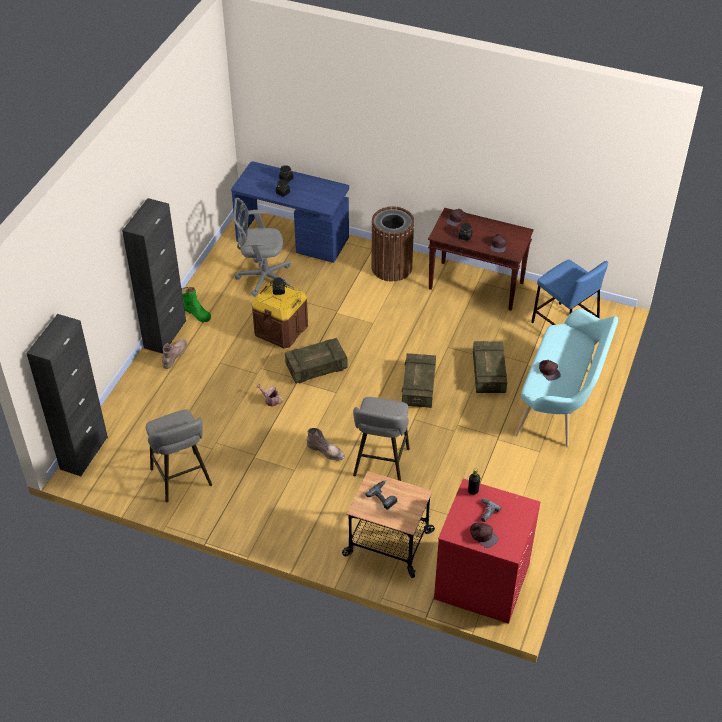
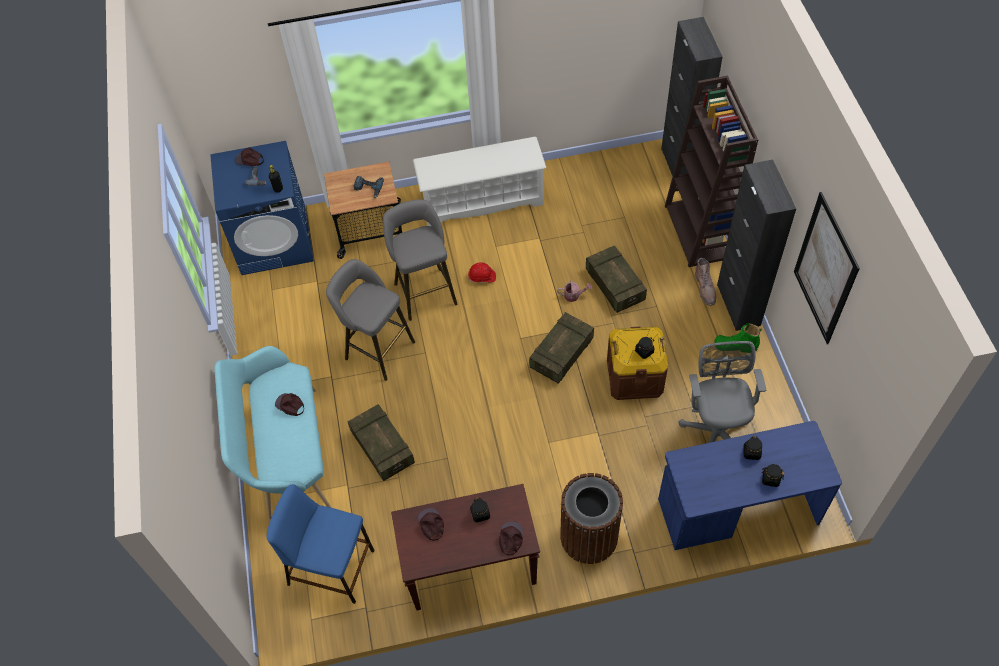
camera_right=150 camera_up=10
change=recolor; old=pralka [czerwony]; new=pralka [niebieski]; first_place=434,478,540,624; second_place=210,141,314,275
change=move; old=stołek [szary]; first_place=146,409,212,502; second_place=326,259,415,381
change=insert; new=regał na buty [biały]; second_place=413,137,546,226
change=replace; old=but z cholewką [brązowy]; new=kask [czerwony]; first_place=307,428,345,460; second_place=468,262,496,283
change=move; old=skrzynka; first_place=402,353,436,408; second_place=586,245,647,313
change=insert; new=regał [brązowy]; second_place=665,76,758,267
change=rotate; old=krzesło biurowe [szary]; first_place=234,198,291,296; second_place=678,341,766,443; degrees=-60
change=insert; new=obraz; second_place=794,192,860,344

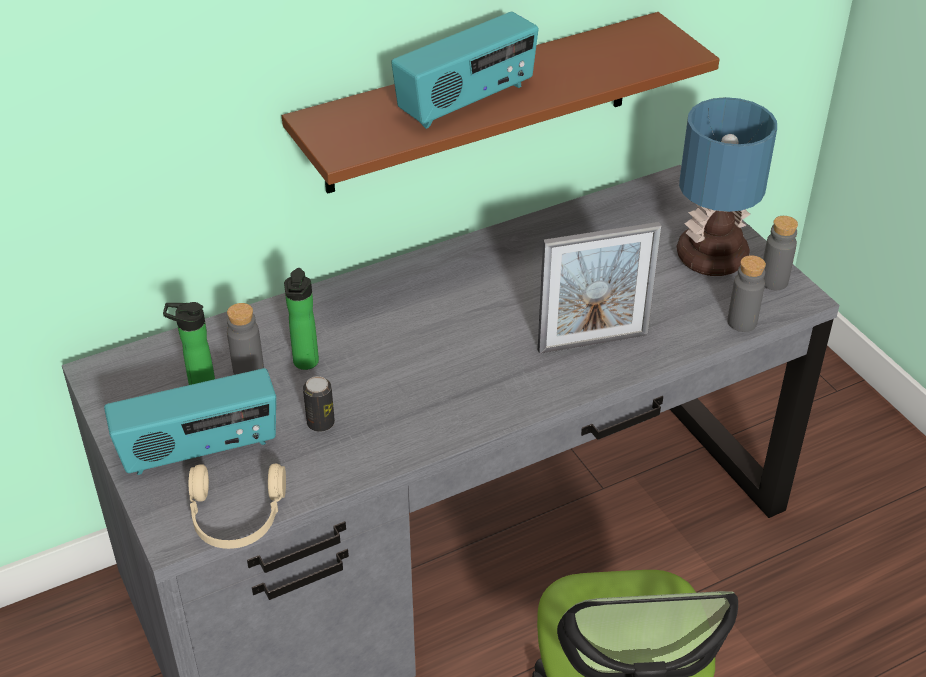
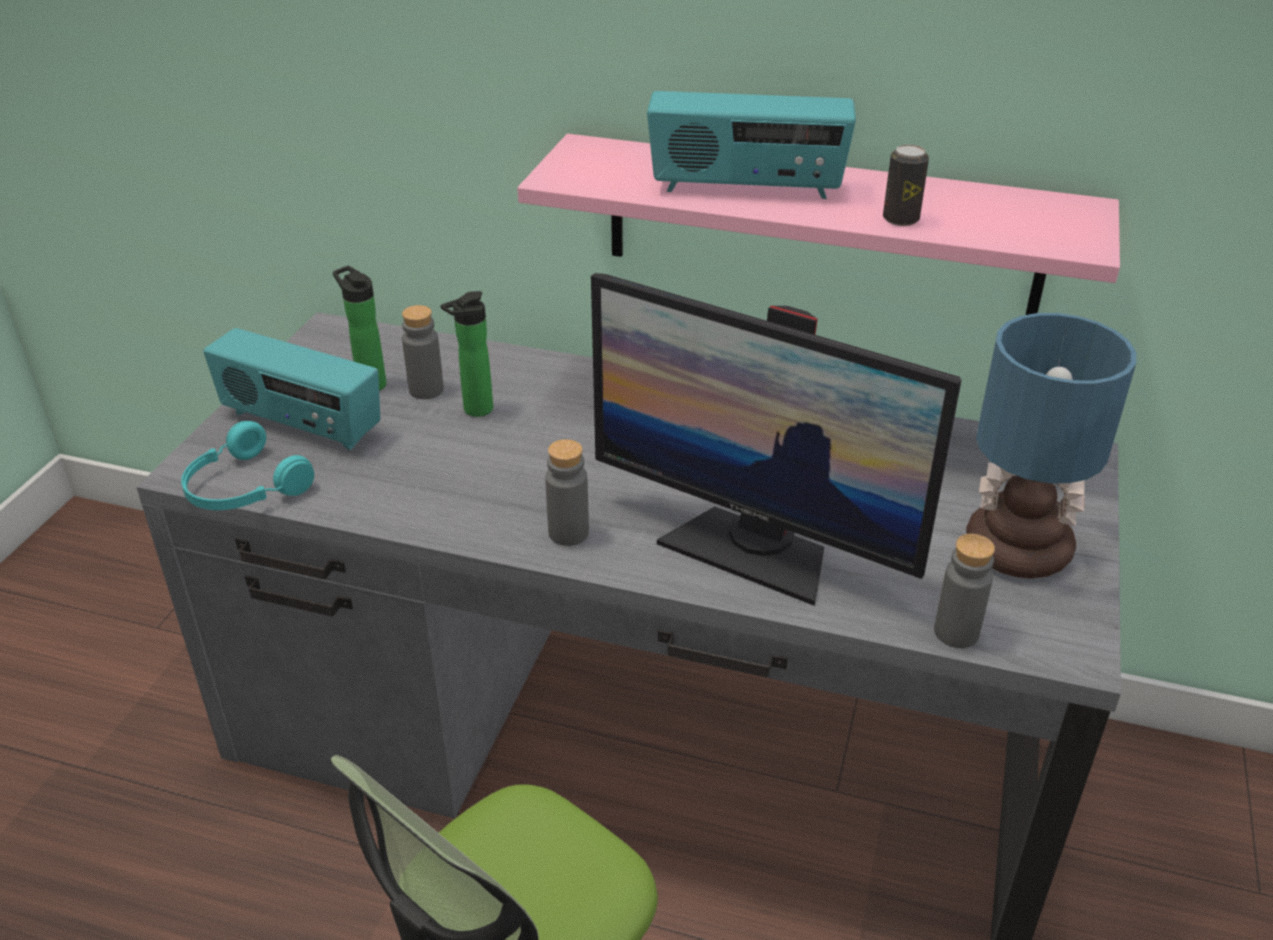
camera_right=45 camera_up=-5
change=recolor; old=słuchawki [beżowy]; new=słuchawki [turkusowy]; first_place=189,464,286,549; second_place=181,421,314,510
change=recolor; old=półka [brązowy]; new=półka [różowy]; first_place=282,12,720,194; second_place=517,134,1120,315
change=move; old=butelka [szary]; first_place=763,216,798,290; second_place=545,439,589,546
change=replace; old=ramka na zdjęcie; new=monitor; first_place=538,222,661,354; second_place=591,273,961,606
change=move; old=puszka; first_place=303,376,335,432; second_place=883,145,929,226

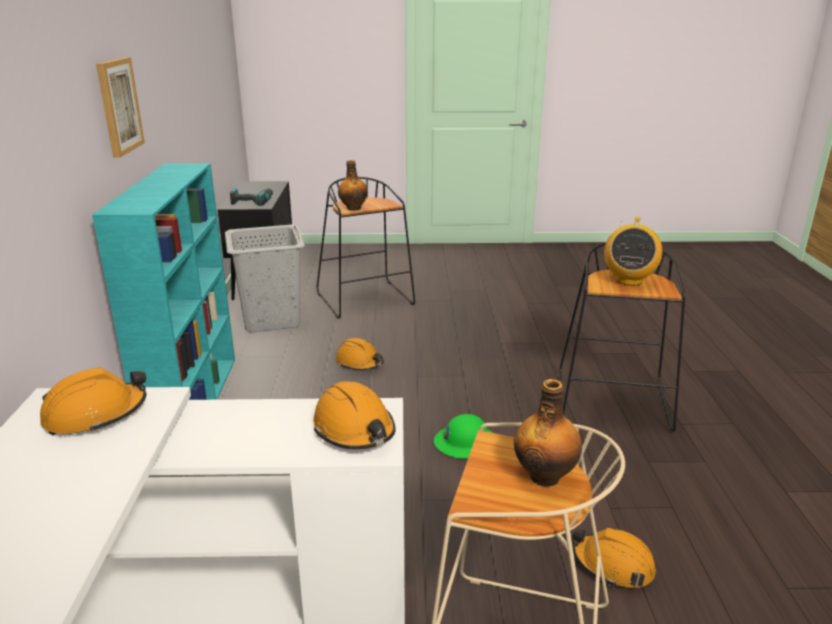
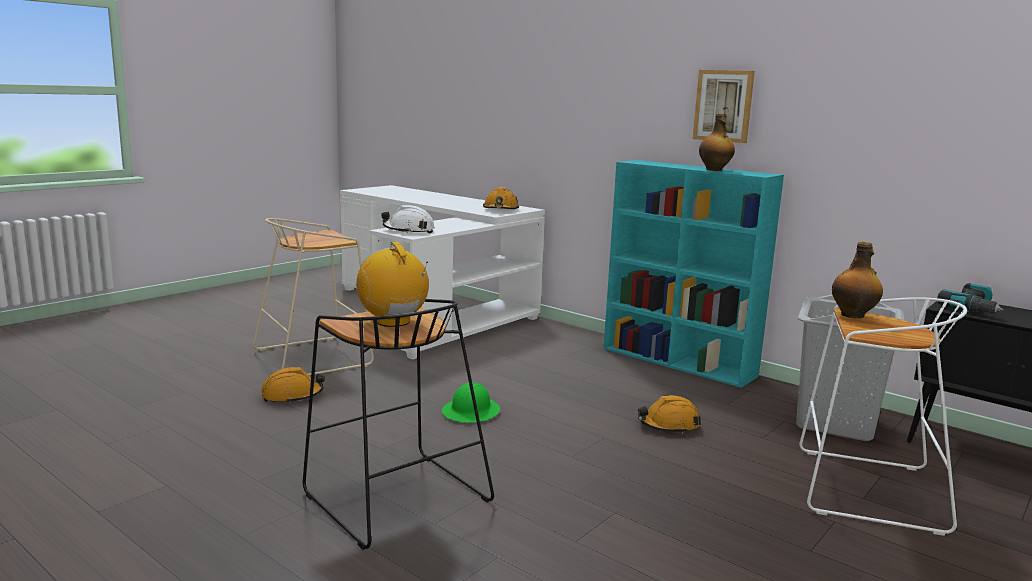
camera_right=130 camera_up=-10
change=recolor; old=kask [pomarańczowy]; new=kask [biały]; first_place=313,381,396,449; second_place=381,205,435,234
change=move; old=butelka; first_place=514,379,582,486; second_place=699,114,735,171
change=recolor; old=stołek [czarny]; new=stołek [biały]; first_place=317,177,415,319; second_place=799,297,967,536

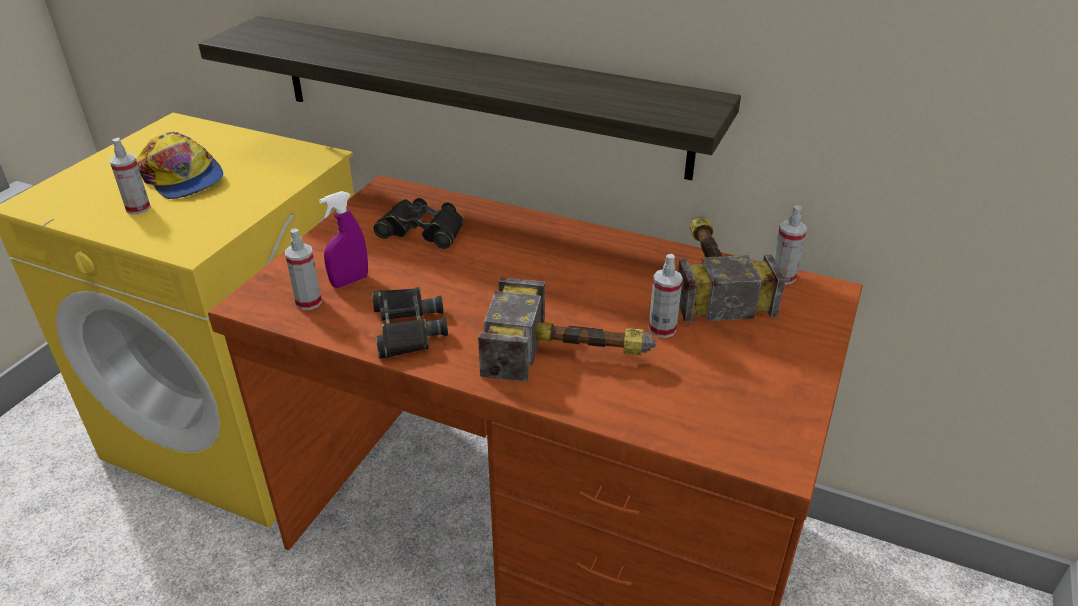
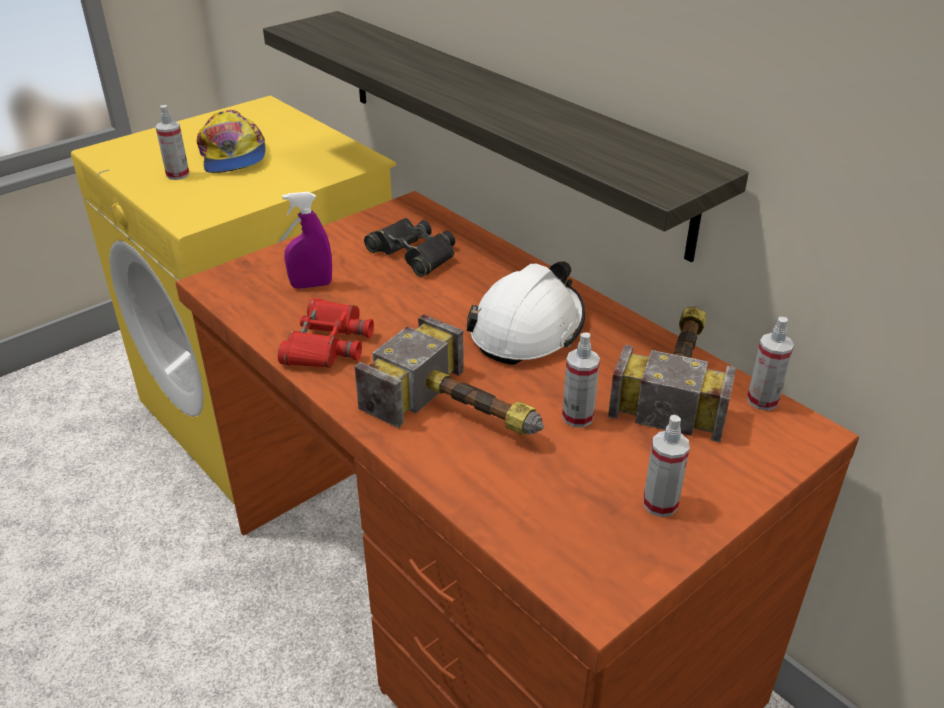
camera_right=25 camera_up=0
change=recolor; old=lornetka [czarny]; new=lornetka [czerwony]; first_place=372,287,448,359; second_place=278,298,374,368
change=insert; new=kask [biały]; second_place=467,261,585,365
change=move; old=spryskiwacz; first_place=285,229,322,310; second_place=643,415,690,517

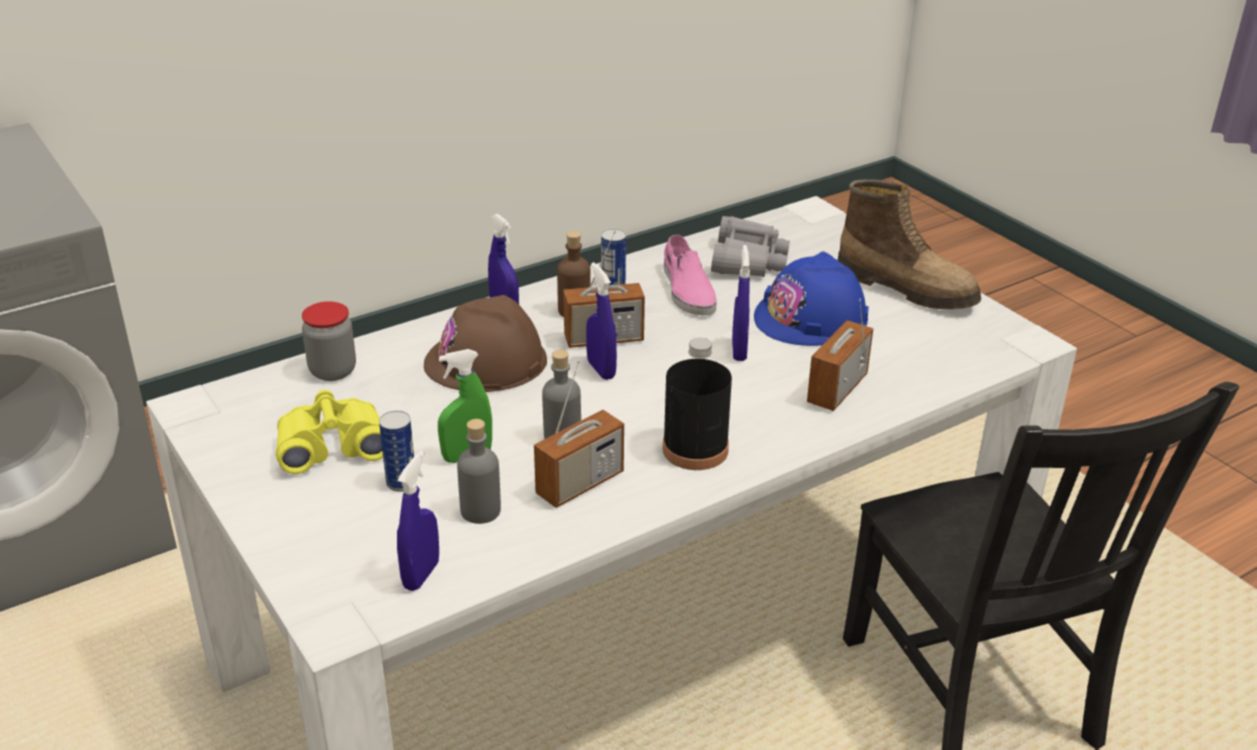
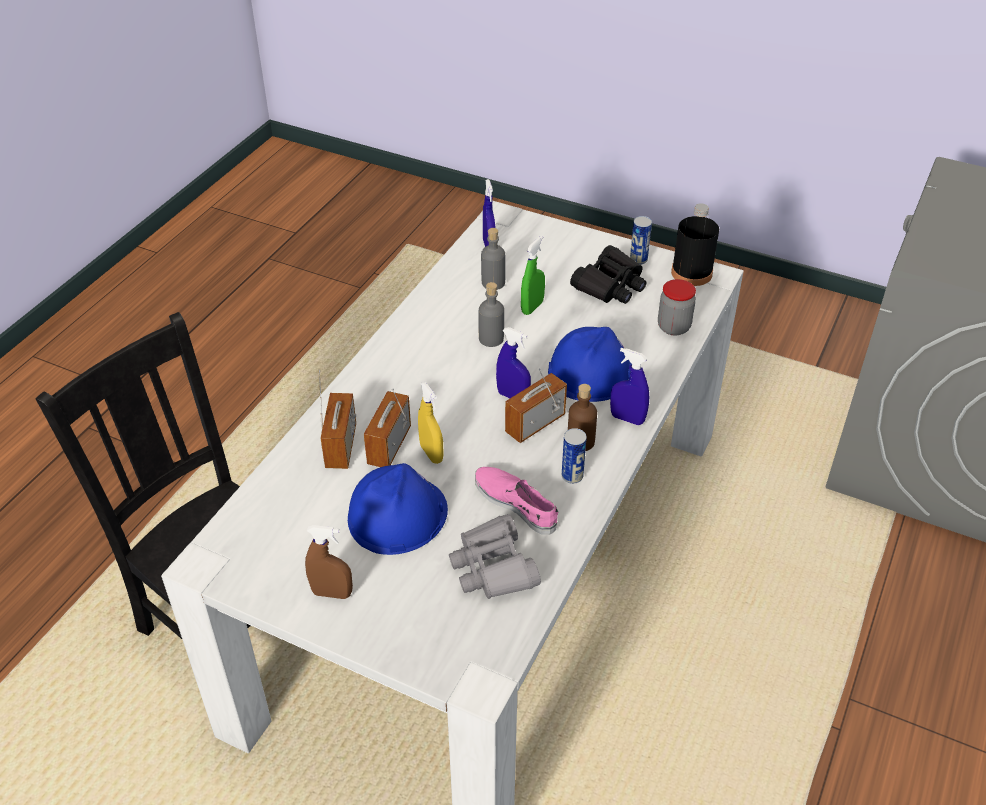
camera_right=150 camera_up=10
change=replace; old=but z cholewką; new=spryskiwacz [brązowy]; first_place=837,179,981,309; second_place=305,525,353,599
change=move; old=radio; first_place=534,361,624,508; second_place=364,388,411,467
change=recolor; old=spryskiwacz [niebieski]; new=spryskiwacz [żółty]; first_place=732,245,750,361; second_place=418,382,444,464
change=recolor; old=kask [brązowy]; new=kask [niebieski]; first_place=424,295,547,392; second_place=548,327,632,402
change=recolor; old=lornetka [żółty]; new=lornetka [czarny]; first_place=276,390,383,474; second_place=570,245,647,304
change=move; old=puszka; first_place=379,411,414,492; second_place=630,216,652,265
change=move; old=butelka [czarny]; first_place=663,338,732,470; second_place=671,203,719,286

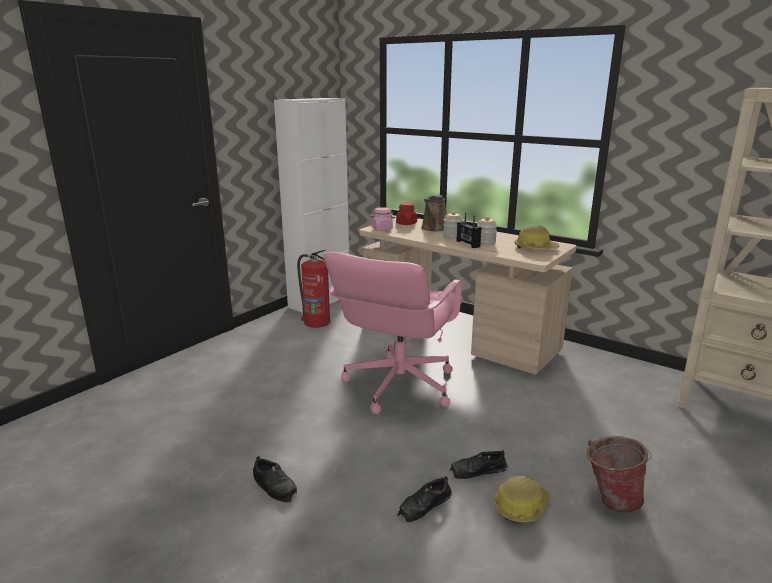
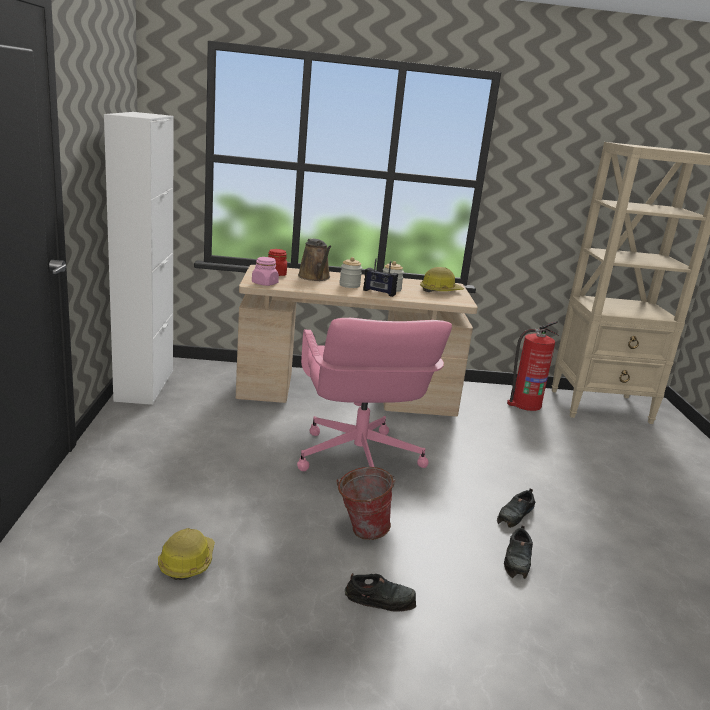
camera_right=-40 camera_up=0
change=move; old=kask; first_place=494,476,551,523; second_place=158,528,215,580
change=move; old=wiadro; first_place=587,436,652,513; second_place=336,467,396,540
change=move; old=gaśnica; first_place=297,250,330,328; second_place=507,321,559,411

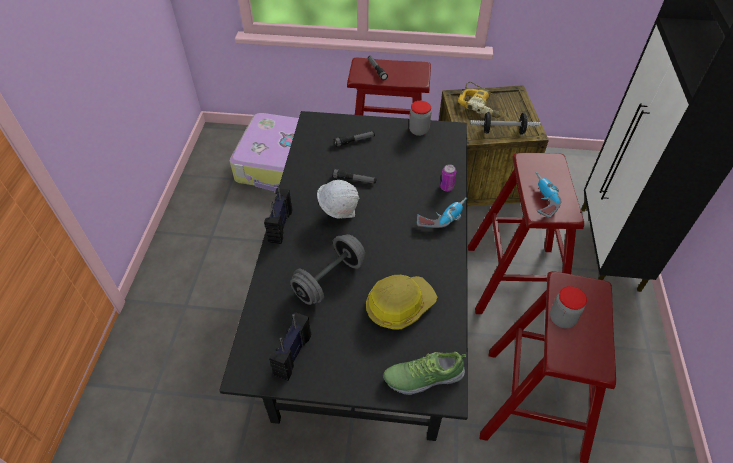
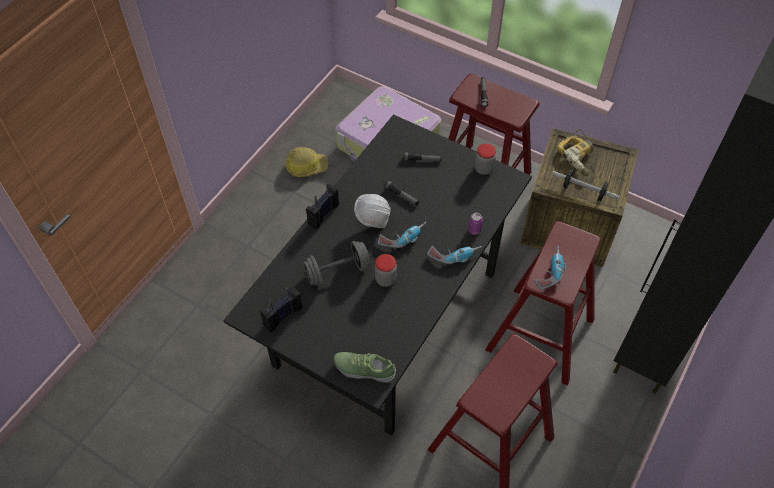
camera_right=25 camera_up=5
change=move; old=kask; first_place=366,275,437,330; second_place=285,147,328,177
change=move; old=słoik; first_place=550,286,587,328; second_place=375,254,397,287
change=insert; new=wiertarka; second_place=378,222,426,248

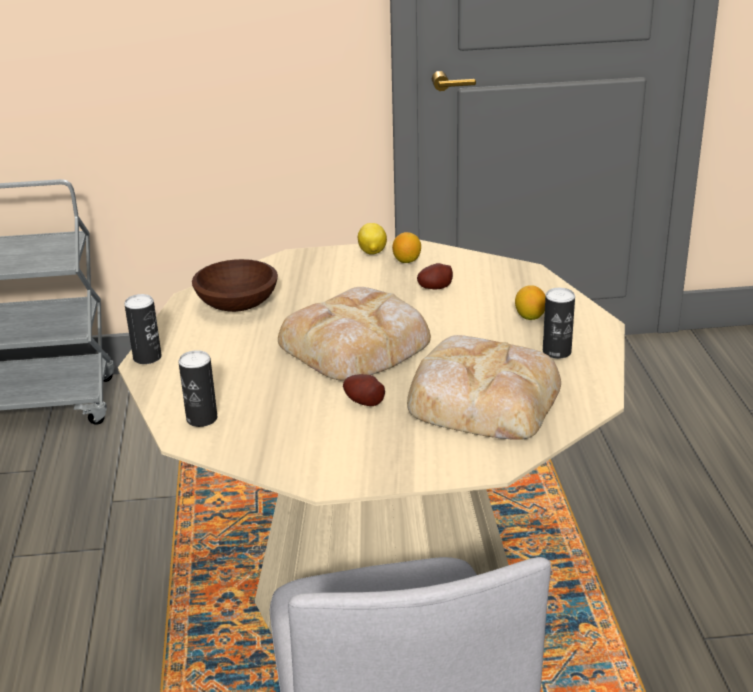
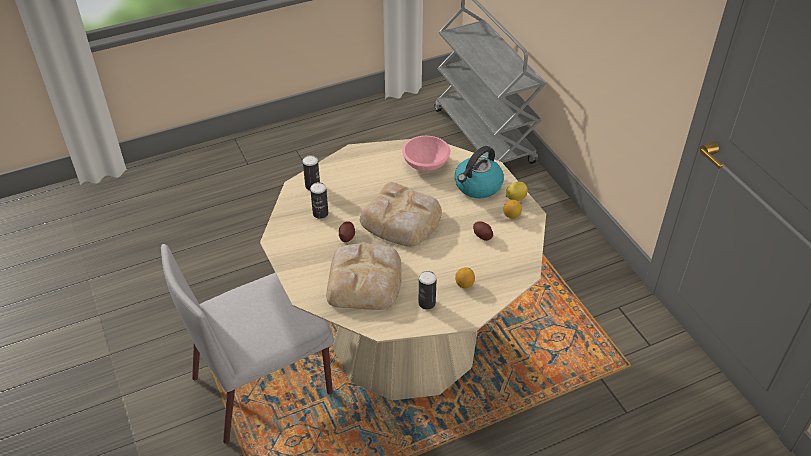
camera_right=70 camera_up=15
change=move; old=puszka; first_place=124,294,162,364; second_place=310,182,328,219
change=recolor; old=miska [brązowy]; new=miska [różowy]; first_place=192,259,278,312; second_place=402,136,450,171
change=insert; new=czajnik; second_place=455,146,504,198

